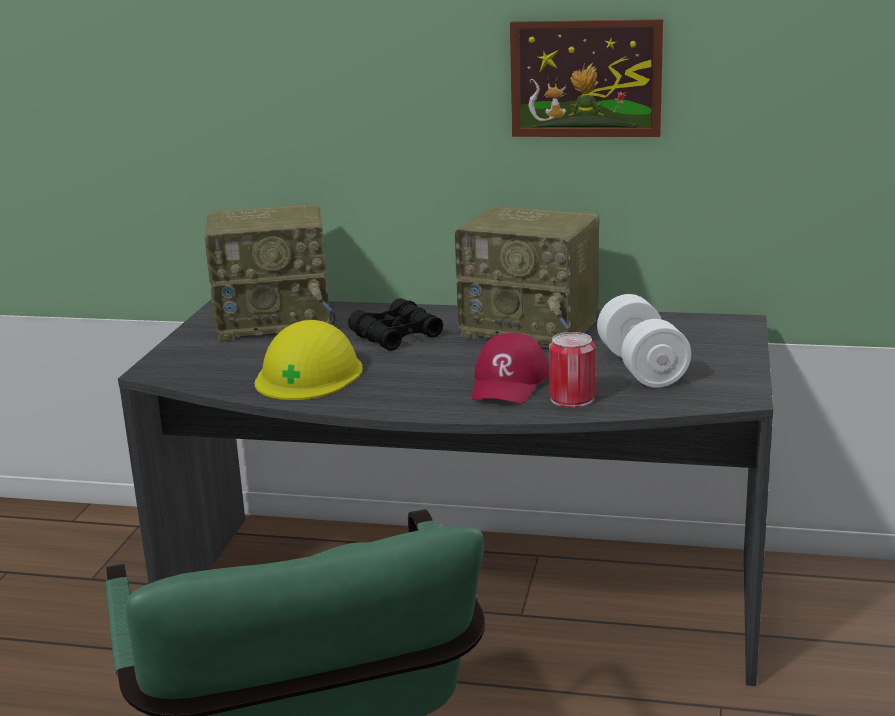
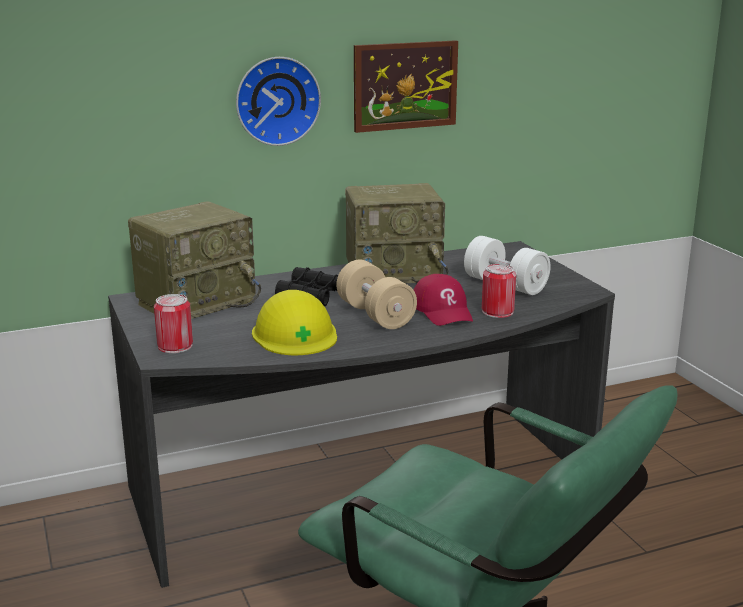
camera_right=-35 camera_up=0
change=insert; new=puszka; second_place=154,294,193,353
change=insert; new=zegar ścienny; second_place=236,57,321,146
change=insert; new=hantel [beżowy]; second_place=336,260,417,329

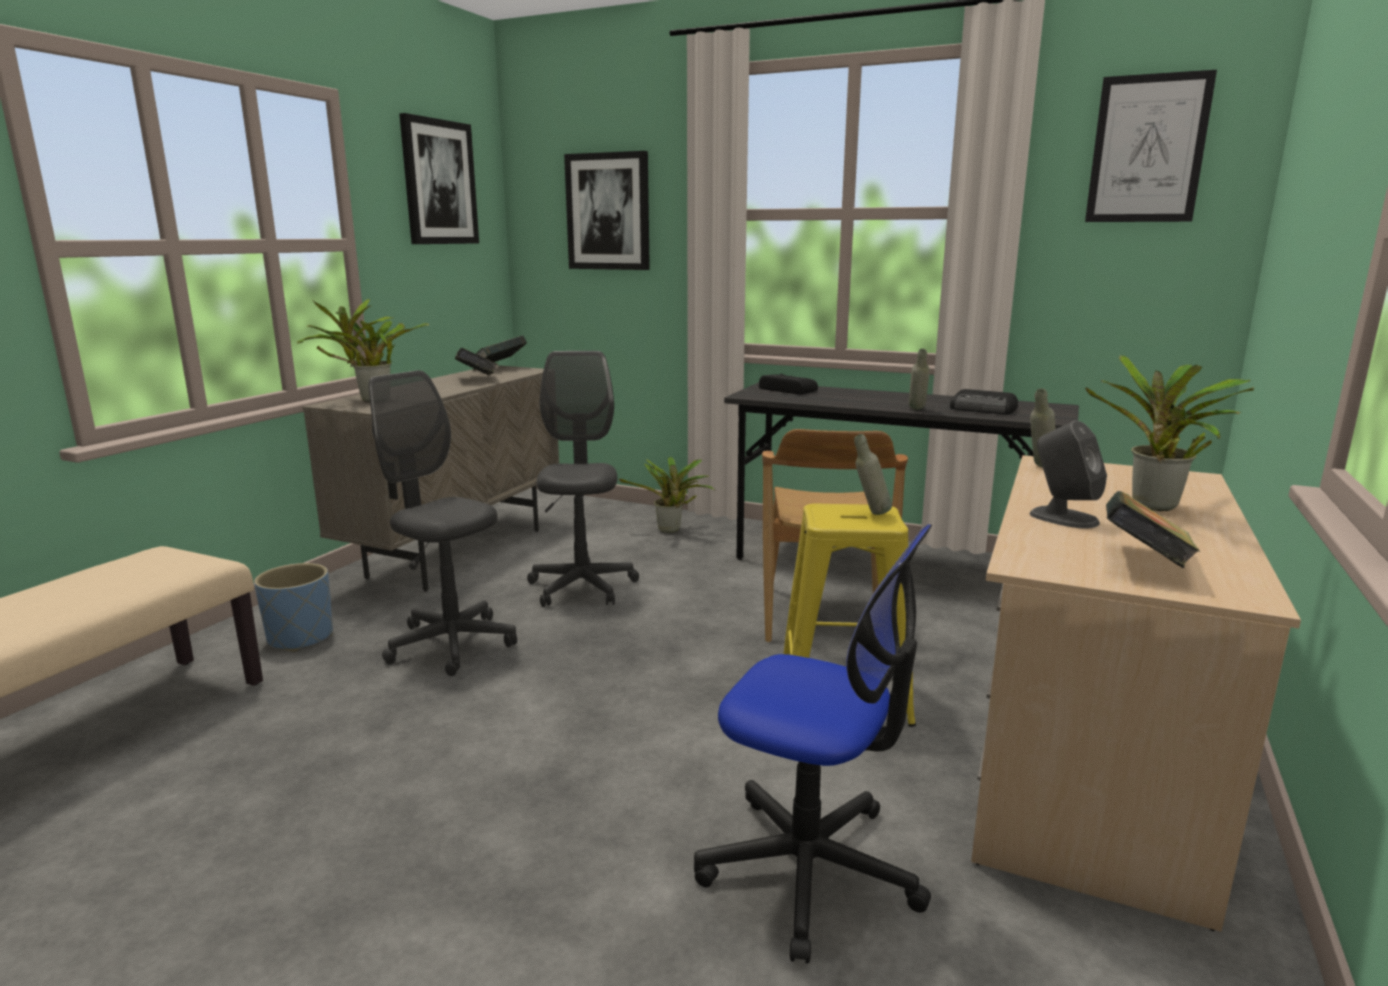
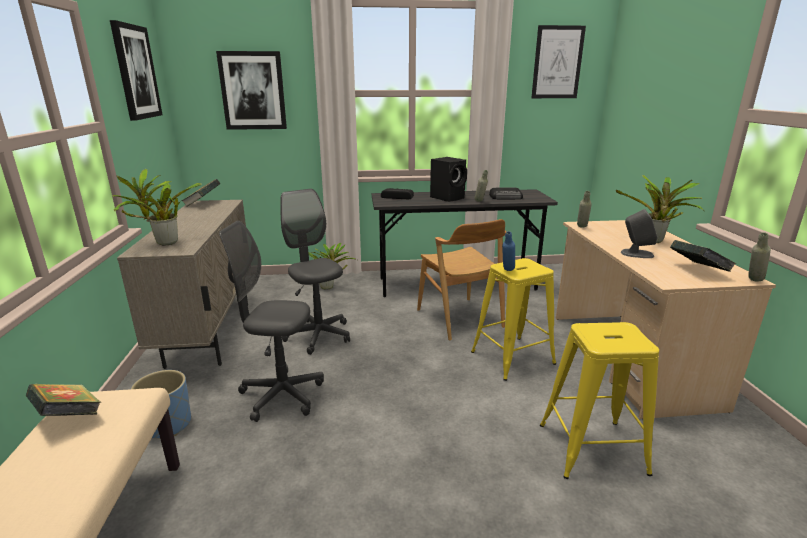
camera_right=-30 camera_up=5
change=move; old=książka; first_place=455,348,498,376; second_place=26,383,101,416
change=insert; new=głośnik [czarny]; second_place=430,157,467,202
change=insert; new=butelka [niebieski]; second_place=502,231,515,271
change=replace; old=krzesło biurowe; new=stołek [żółty]; first_place=694,524,932,964; second_place=540,322,659,479
change=move; old=butelka [szary]; first_place=854,434,892,515; second_place=748,232,771,282

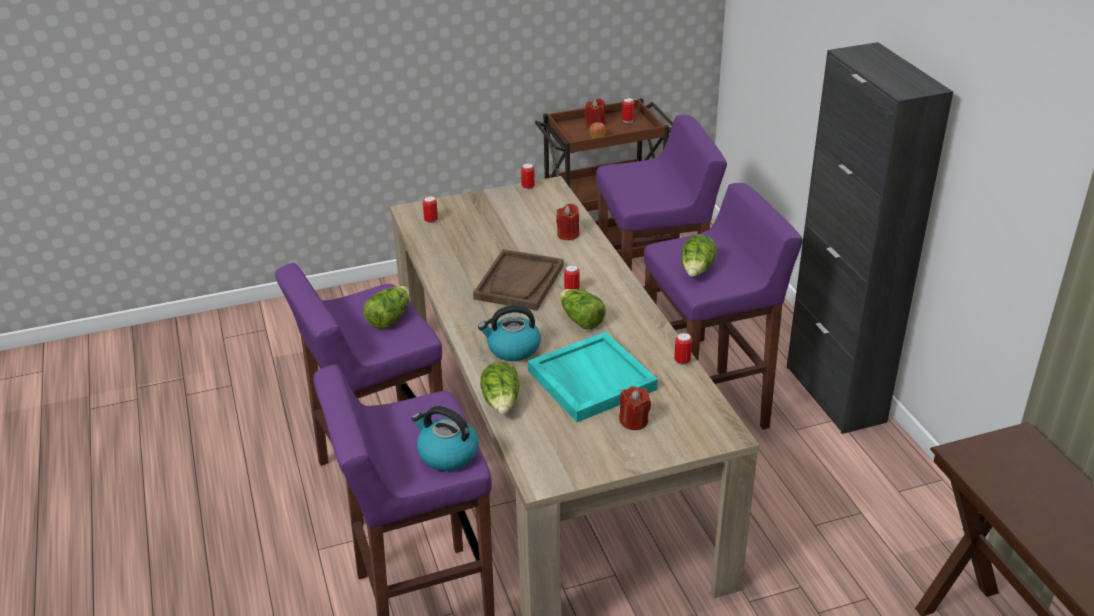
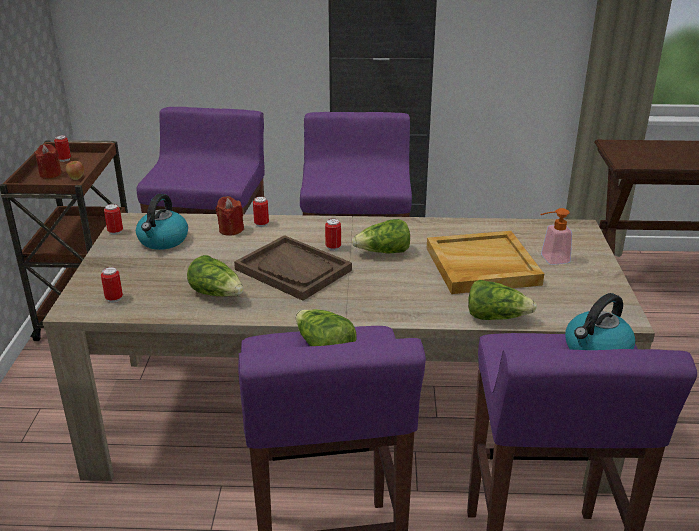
camera_right=-70 camera_up=-5
change=move; old=czajnik; first_place=478,305,541,361; second_place=136,194,188,250
change=move; old=sałata; first_place=681,235,717,277; second_place=187,255,244,296
change=move; old=puszka; first_place=674,333,692,366; second_place=253,197,269,227
change=recolor; old=taca [turkusowy]; new=taca [beżowy]; first_place=528,332,658,422; second_place=427,231,544,294
change=replace; old=świeca [czerwony]; new=dozownik mydła; first_place=619,386,651,430; second_place=540,208,572,265

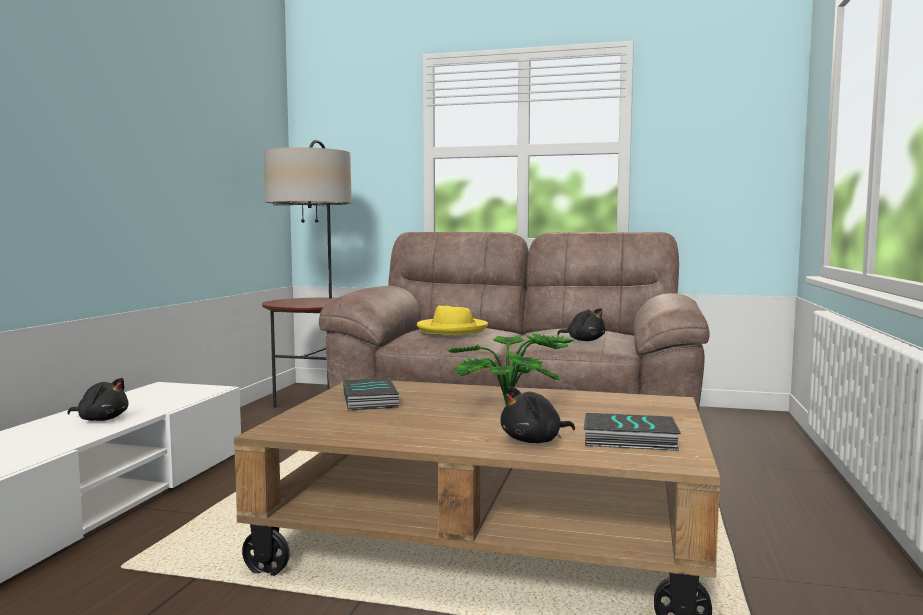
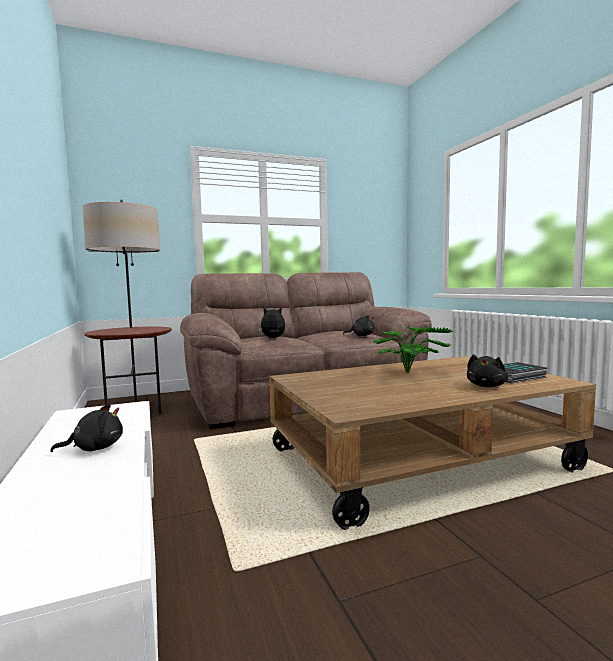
camera_right=-35 camera_up=0
change=replace; old=kapelusz [żółty]; new=pluszak; first_place=417,306,488,335; second_place=258,307,285,338
change=delete; old=książka; first_place=343,378,399,410

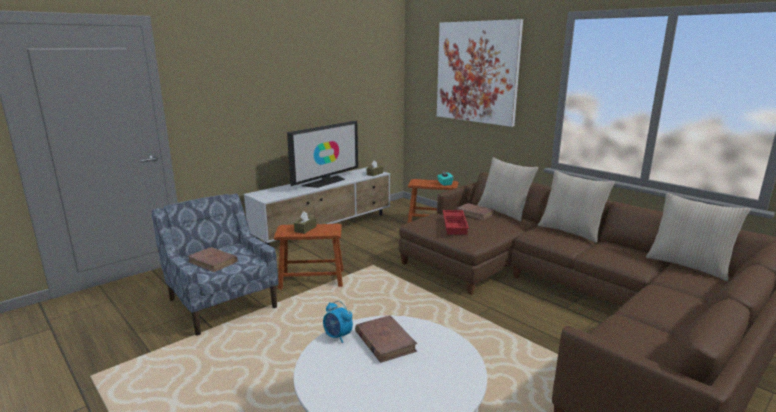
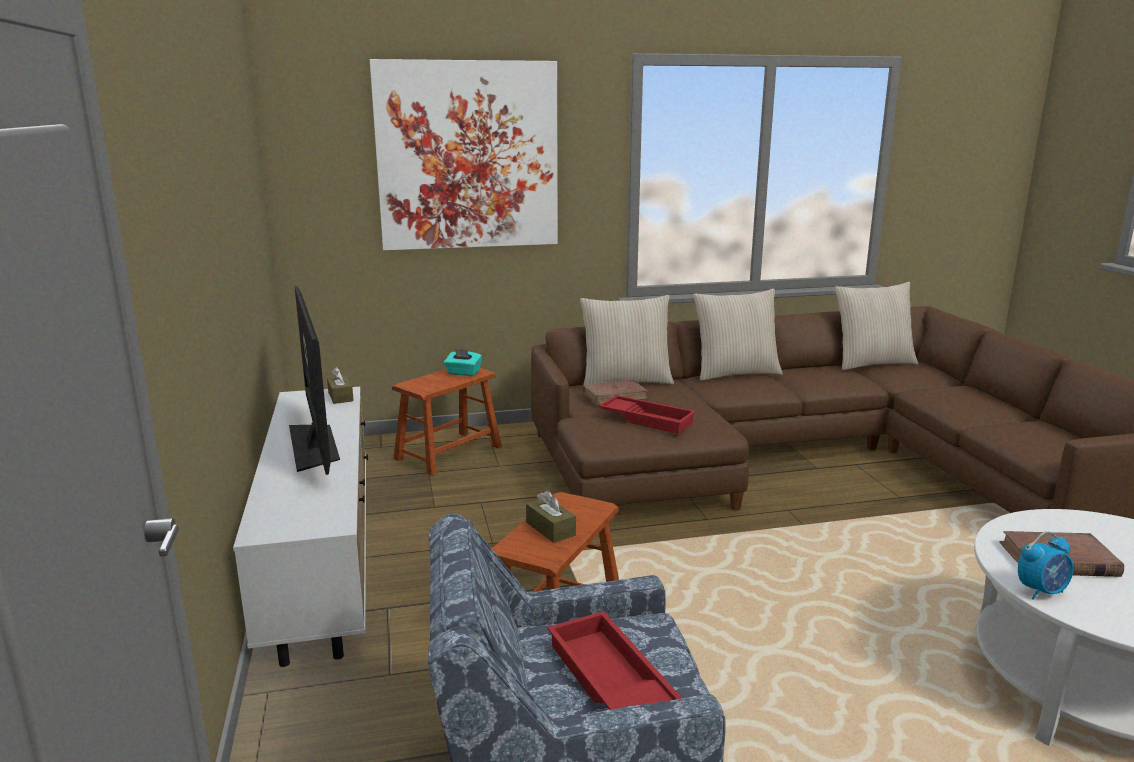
camera_right=-60 camera_up=0
change=replace; old=książka [brązowy]; new=taca [czerwony]; first_place=187,247,238,272; second_place=547,611,682,710

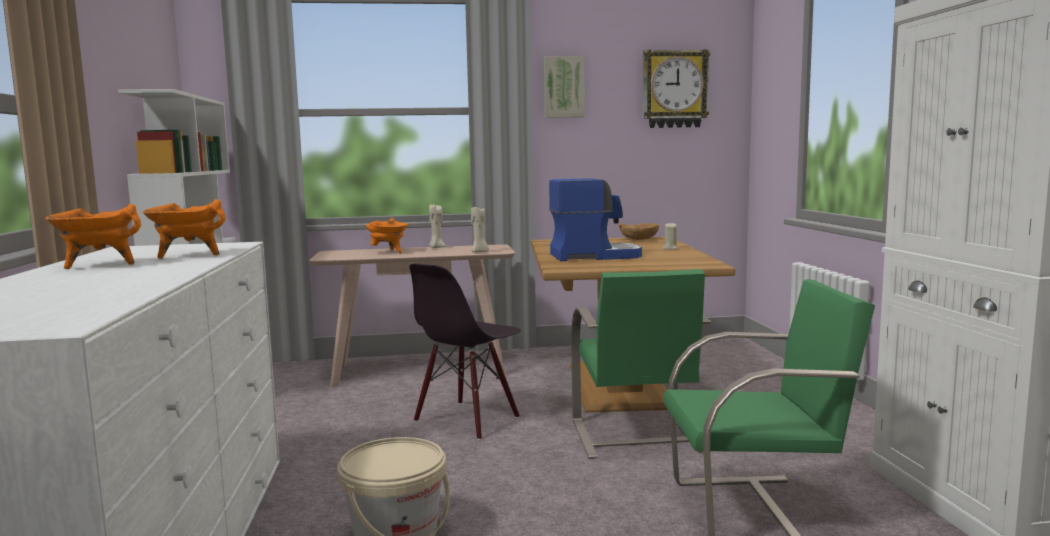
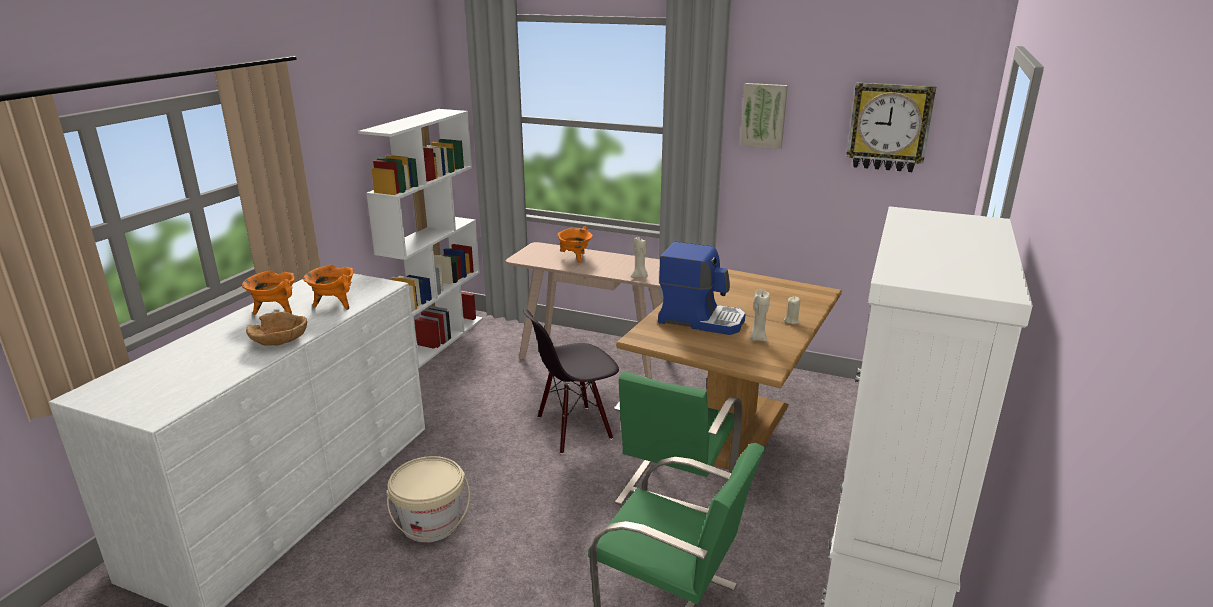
camera_right=30 camera_up=15
change=move; old=miska [brązowy]; first_place=619,223,659,240; second_place=246,312,307,346
change=move; old=świeca [beżowy]; first_place=429,204,446,248; second_place=750,290,770,342

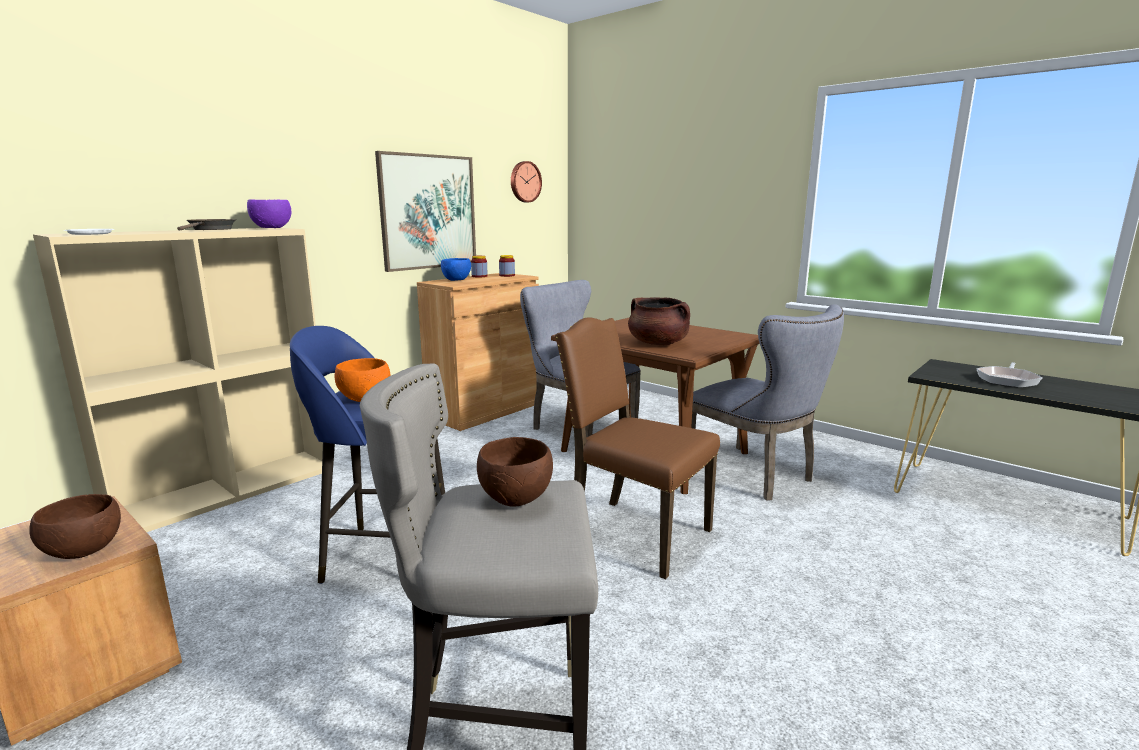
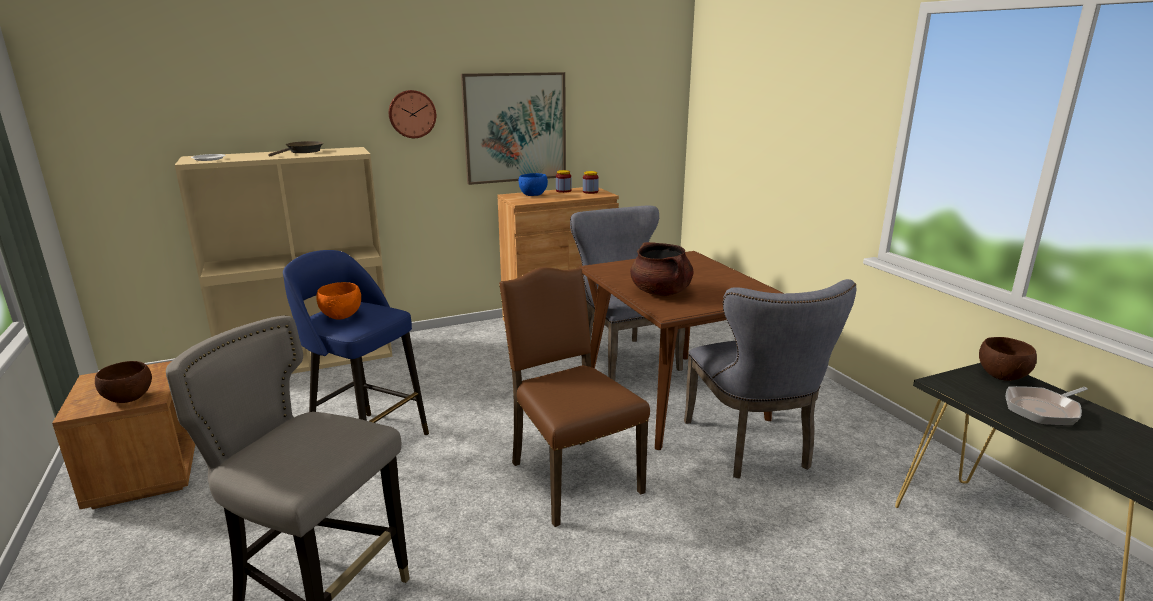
camera_right=25 camera_up=5
change=move; old=zegar ścienny; first_place=511,161,542,202; second_place=389,90,436,138
change=move; old=miska [brązowy]; first_place=477,437,553,507; second_place=979,337,1037,381
change=delete; old=miska [fioletowy]; first_place=247,200,291,228

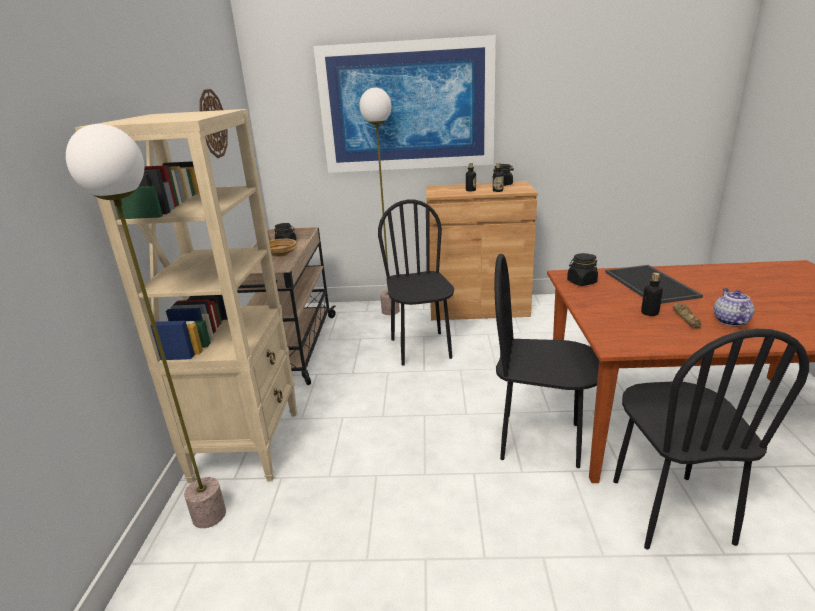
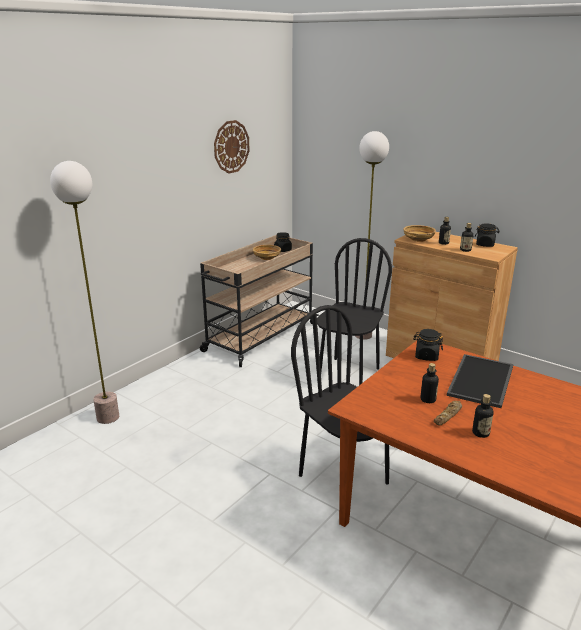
camera_right=35 camera_up=0
change=insert; new=miska [beżowy]; second_place=403,225,436,242
change=replace; old=imbryk; new=butelka; first_place=714,288,755,326; second_place=472,394,494,438
change=delete; old=regał [beżowy]; first_place=75,109,297,483
change=delete; old=obraz; first_place=313,35,496,173
change=delete; old=krzesło [czarny]; first_place=613,329,809,549

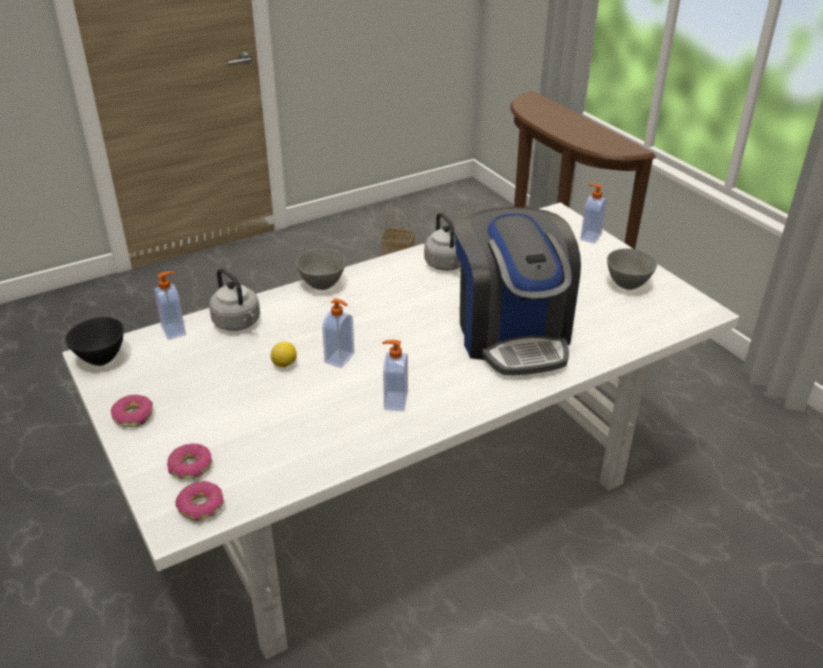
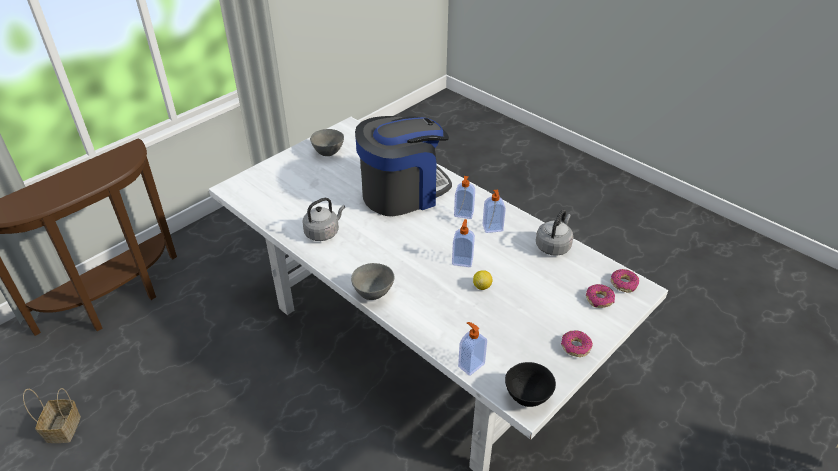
camera_right=-105 camera_up=5
change=move; old=dozownik mydła; first_place=580,184,607,244; second_place=454,176,475,219
change=move; old=czajnik [szary]; first_place=209,268,260,331; second_place=536,210,573,256

